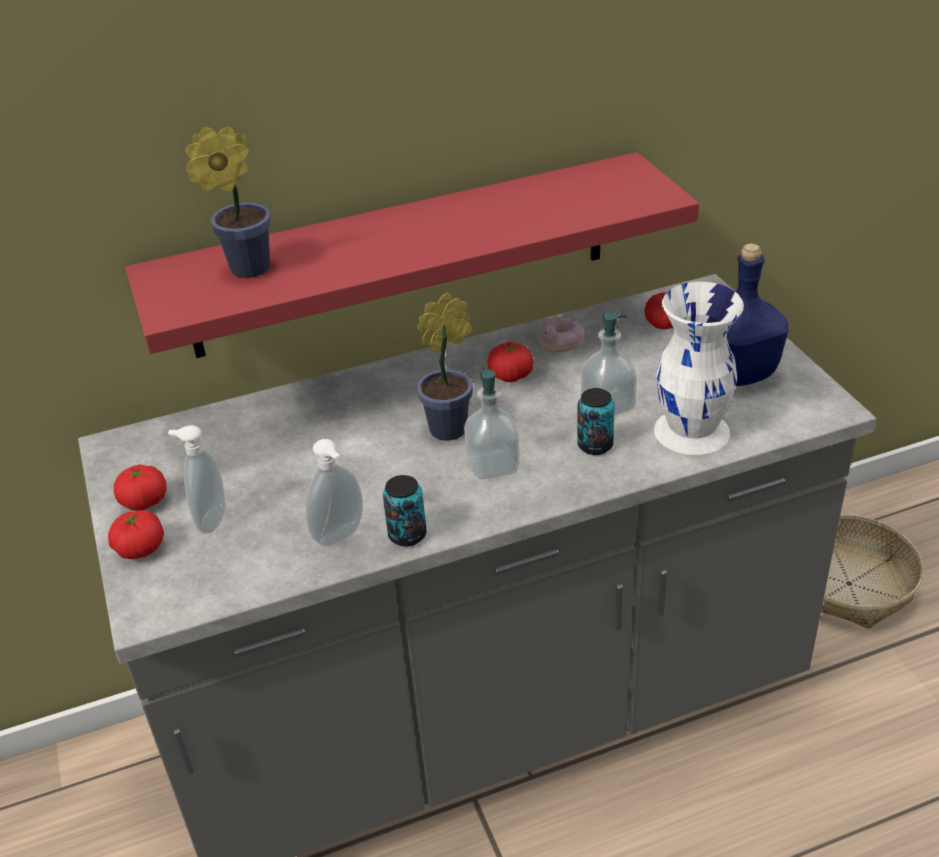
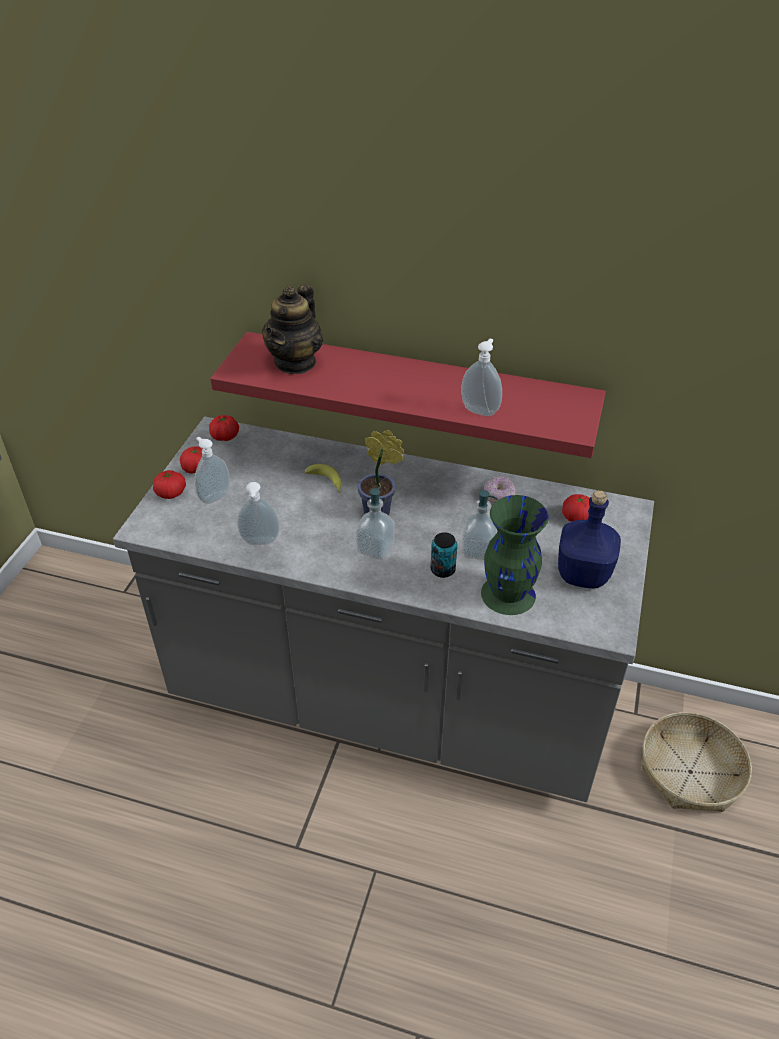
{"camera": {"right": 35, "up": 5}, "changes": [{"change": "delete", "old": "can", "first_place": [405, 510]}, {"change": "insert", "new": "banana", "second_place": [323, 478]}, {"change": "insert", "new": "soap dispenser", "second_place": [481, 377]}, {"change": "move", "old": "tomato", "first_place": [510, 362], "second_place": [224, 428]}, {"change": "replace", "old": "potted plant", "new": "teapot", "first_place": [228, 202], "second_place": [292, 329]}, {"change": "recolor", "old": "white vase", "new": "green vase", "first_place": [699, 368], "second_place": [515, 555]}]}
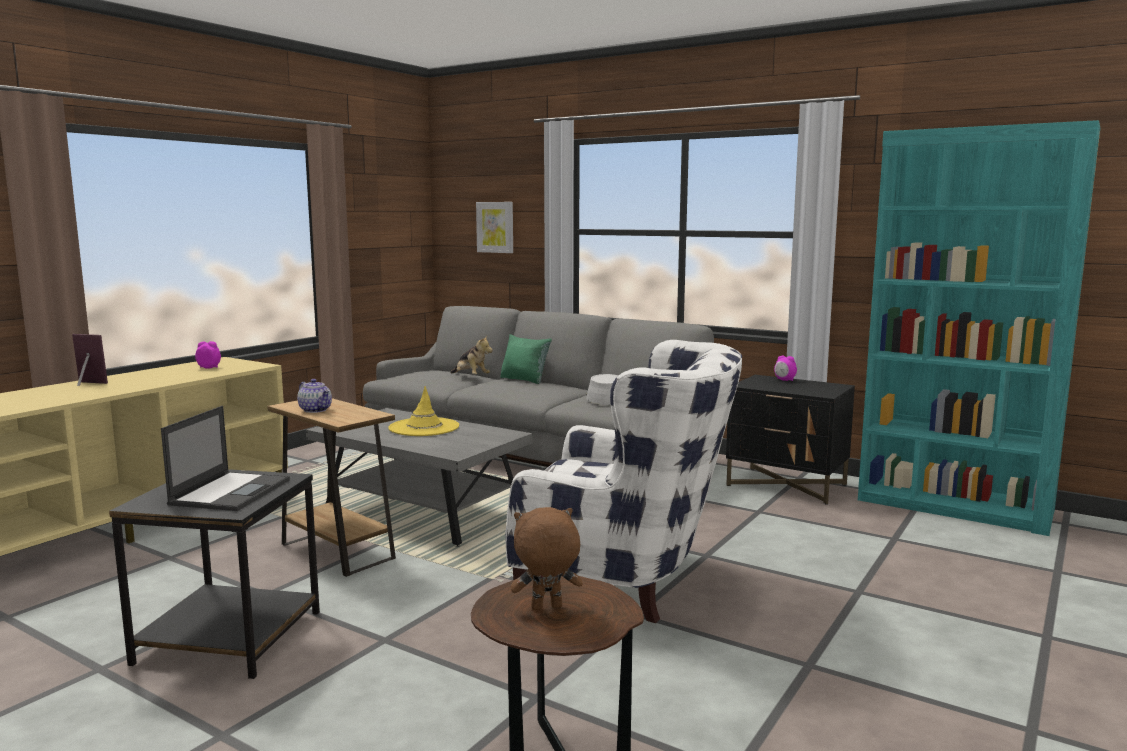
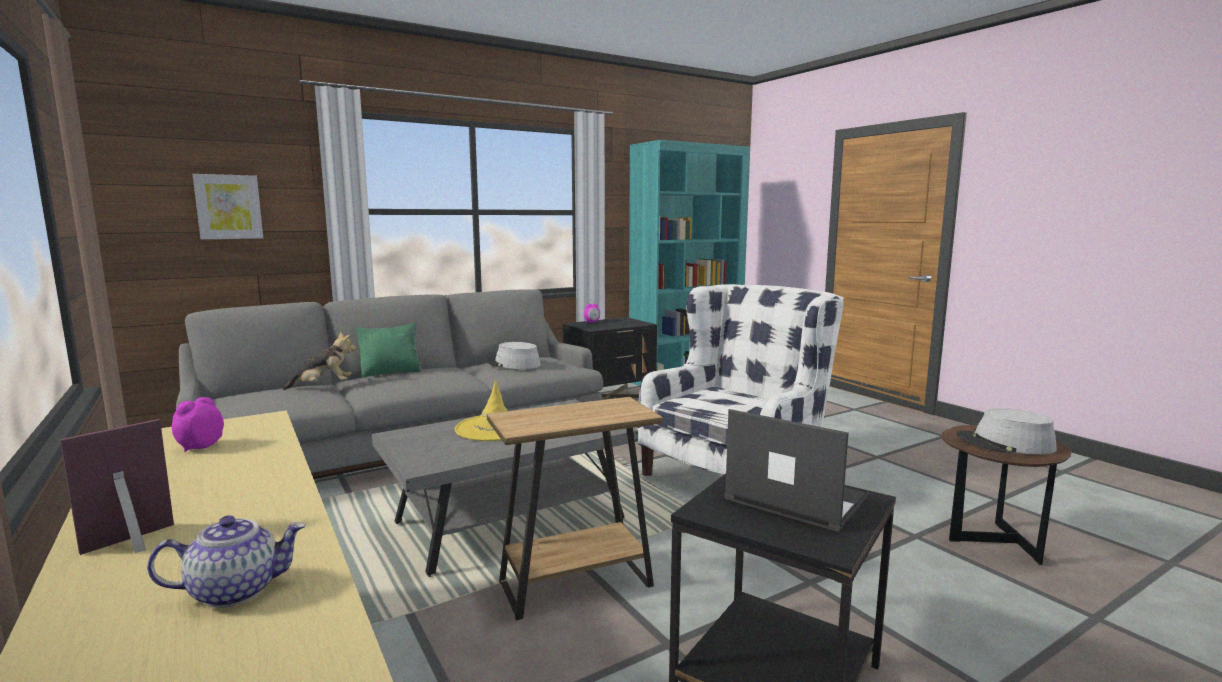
{"camera": {"right": -65, "up": 0}, "changes": [{"change": "move", "old": "teapot", "first_place": [314, 396], "second_place": [226, 561]}, {"change": "replace", "old": "brown plush toy", "new": "grey hat", "first_place": [546, 558], "second_place": [1006, 431]}]}
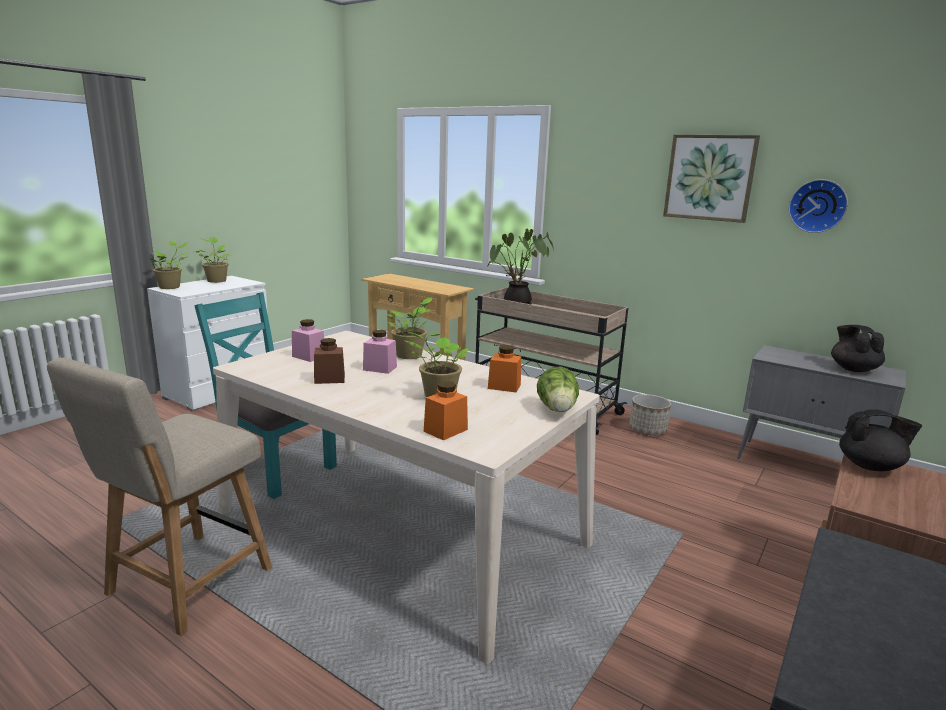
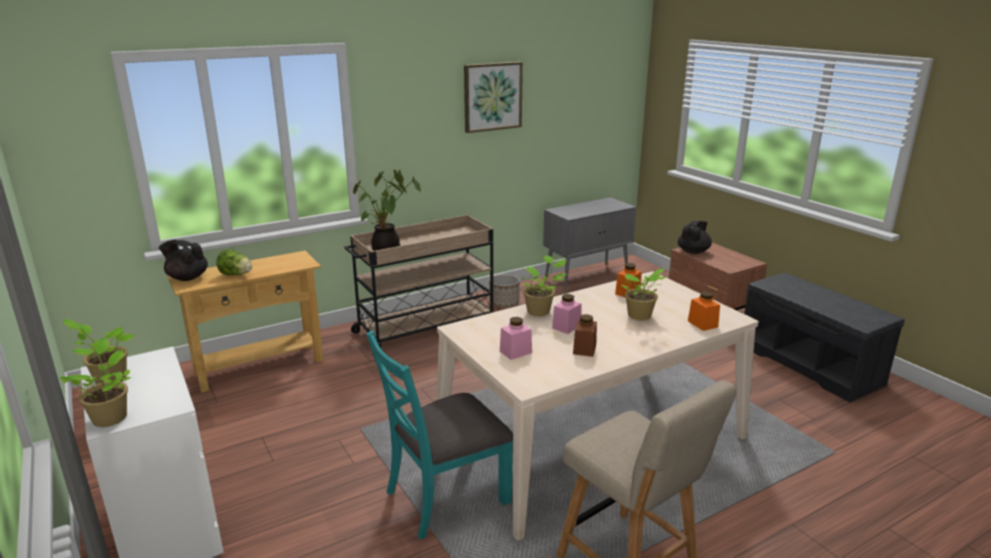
{"camera": {"right": -65, "up": 5}, "changes": [{"change": "delete", "old": "wall clock", "first_place": [818, 206]}, {"change": "move", "old": "lettuce", "first_place": [558, 389], "second_place": [234, 262]}, {"change": "move", "old": "black teapot", "first_place": [858, 348], "second_place": [183, 260]}]}
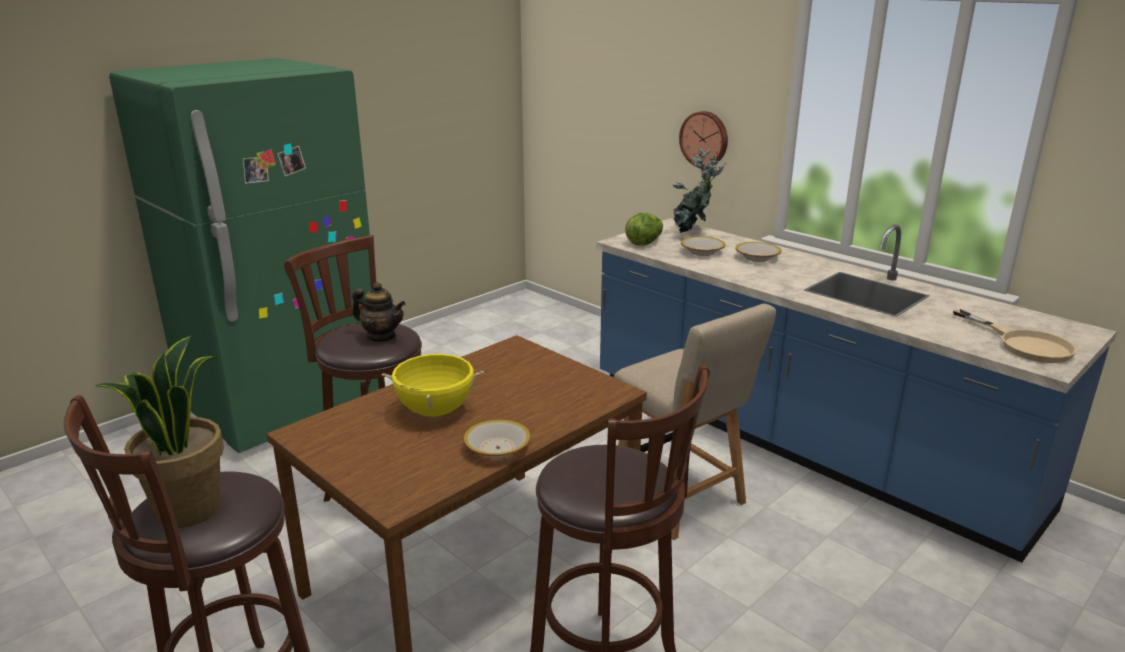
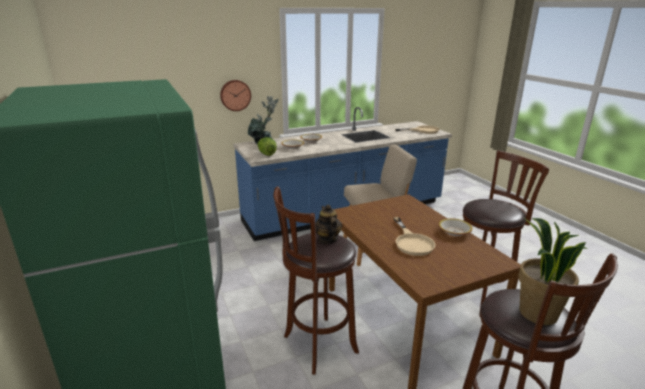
{"camera": {"right": -70, "up": 0}, "changes": [{"change": "replace", "old": "yellow cooking pot", "new": "beige frying pan", "first_place": [433, 384], "second_place": [414, 236]}, {"change": "rotate", "old": "teapot", "first_place": [379, 312], "second_place": [328, 224], "degrees": -60}]}
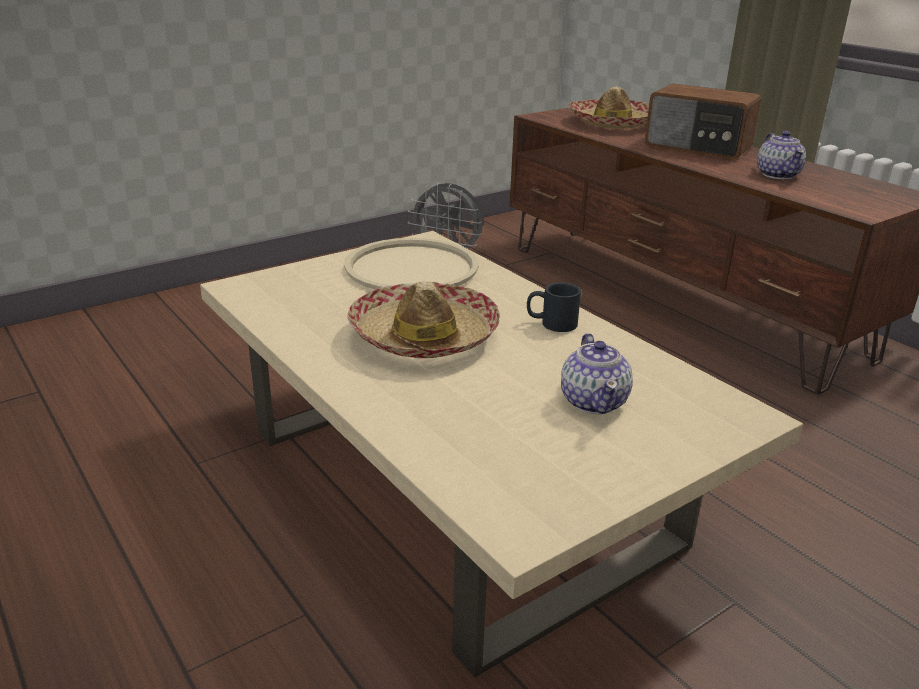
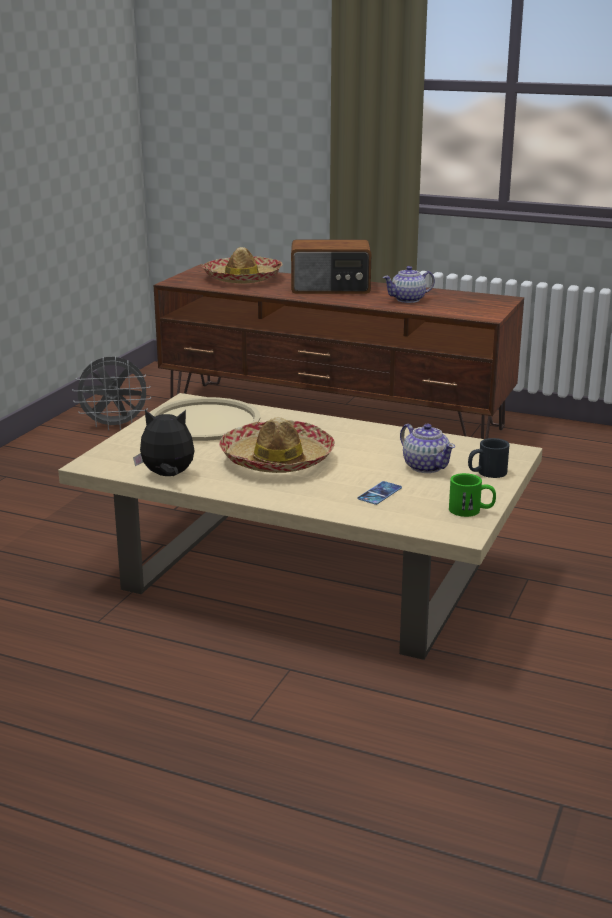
{"camera": {"right": -30, "up": -5}, "changes": [{"change": "insert", "new": "plush toy", "second_place": [164, 443]}, {"change": "insert", "new": "phone", "second_place": [379, 493]}, {"change": "insert", "new": "green mug", "second_place": [472, 495]}, {"change": "move", "old": "black mug", "first_place": [554, 307], "second_place": [488, 458]}, {"change": "rotate", "old": "teapot", "first_place": [781, 155], "second_place": [409, 284], "degrees": 105}]}
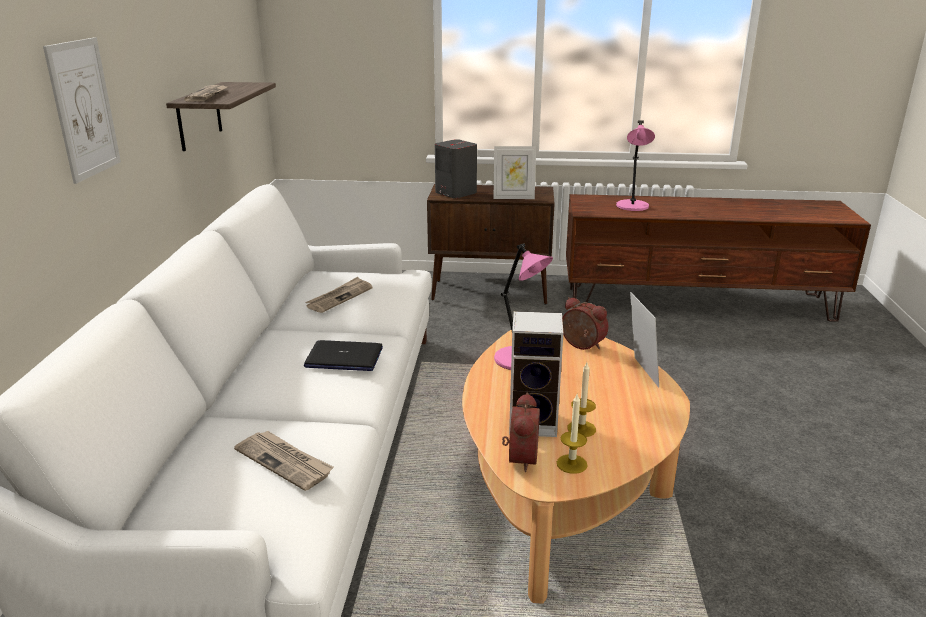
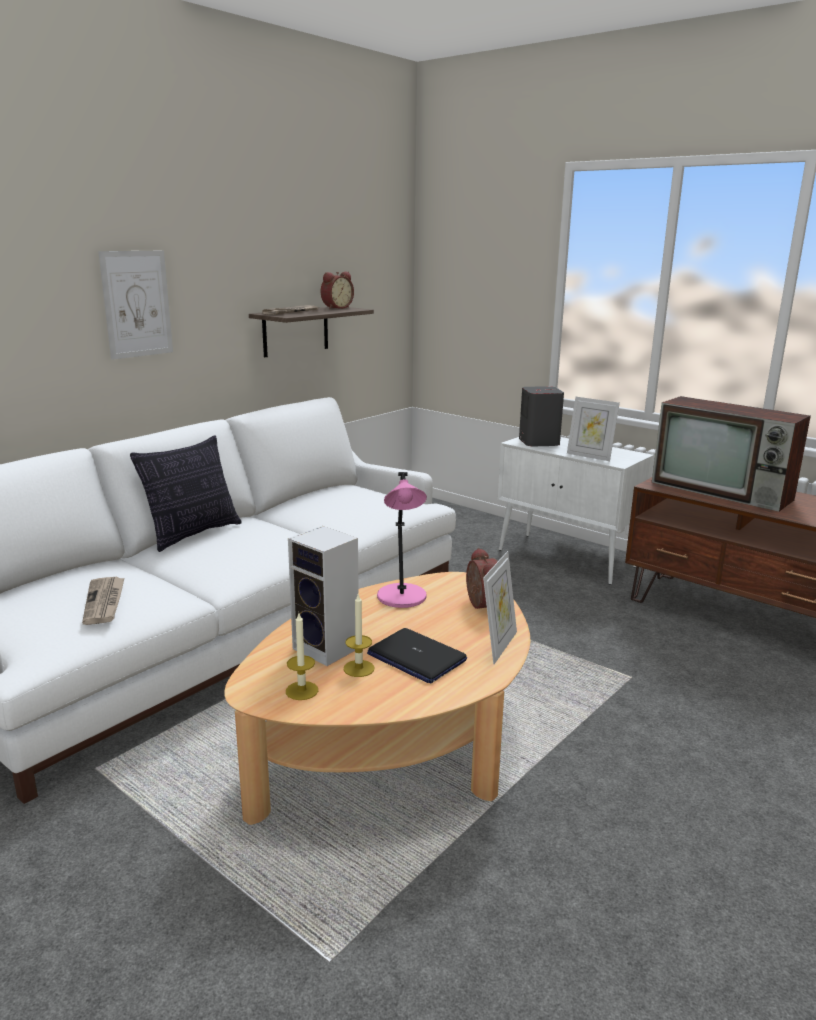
{"camera": {"right": 35, "up": -5}, "changes": [{"change": "delete", "old": "newspaper", "first_place": [339, 295]}, {"change": "insert", "new": "pillow", "second_place": [186, 493]}, {"change": "move", "old": "laptop", "first_place": [343, 355], "second_place": [417, 655]}, {"change": "move", "old": "alarm clock", "first_place": [521, 432], "second_place": [337, 290]}, {"change": "replace", "old": "pink table lamp", "new": "television", "first_place": [635, 165], "second_place": [731, 454]}, {"change": "recolor", "old": "brown cabinet", "new": "white cabinet", "first_place": [491, 244], "second_place": [576, 511]}]}
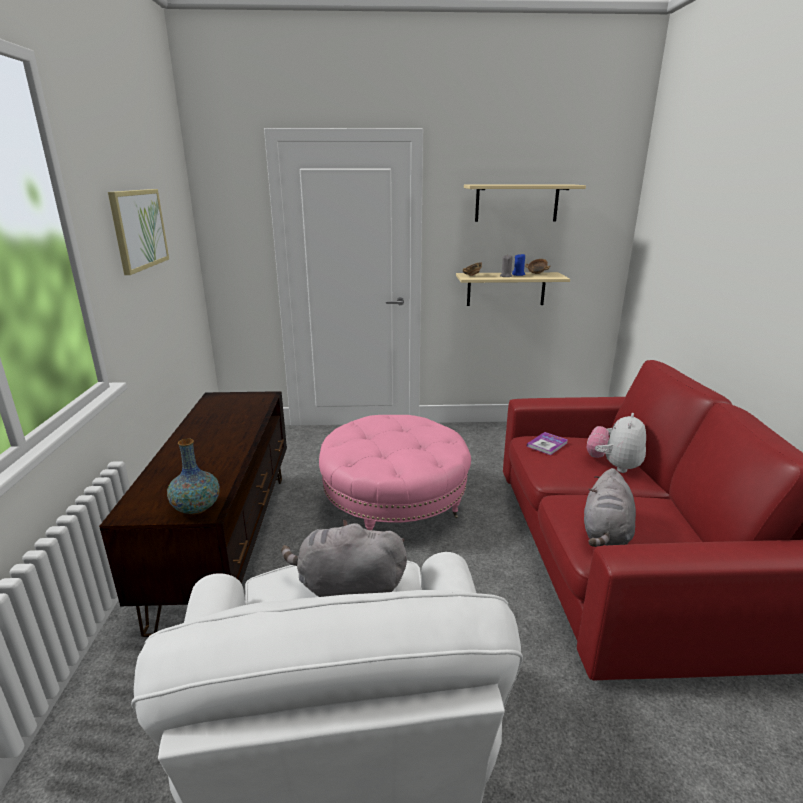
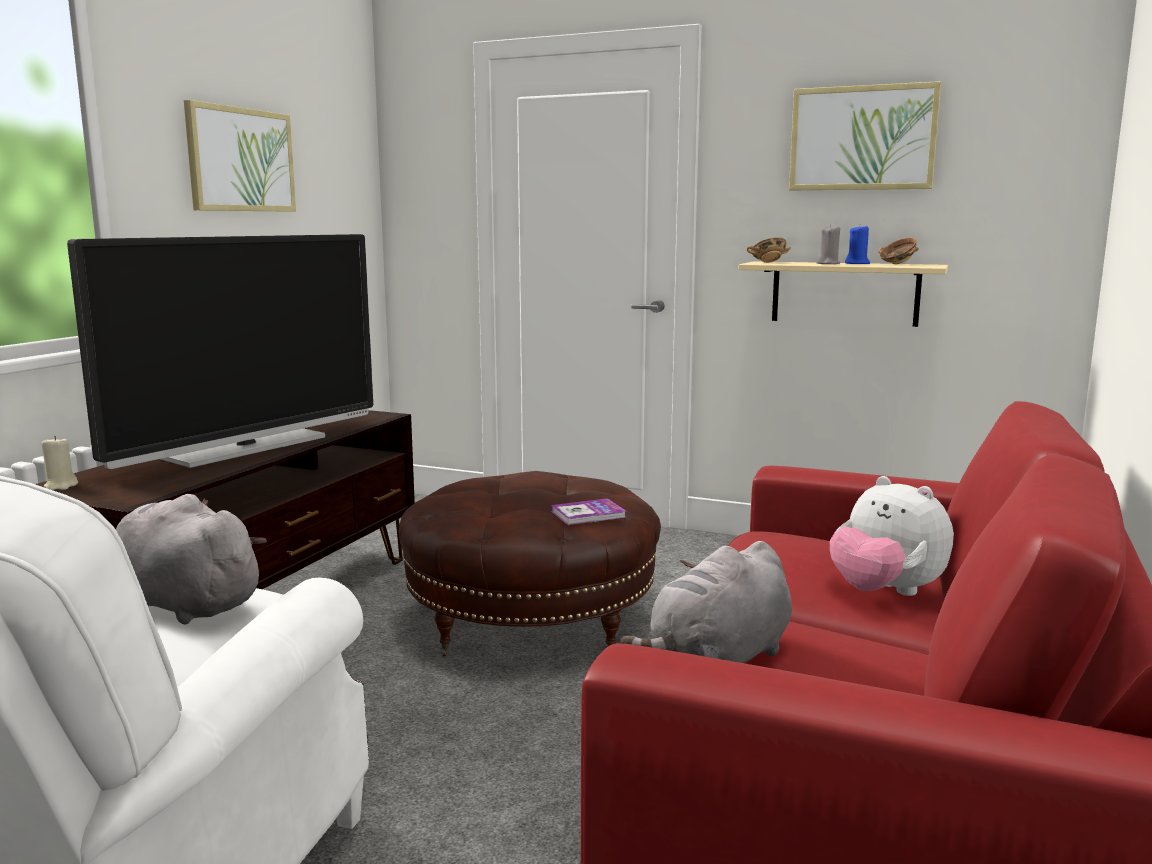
{"camera": {"right": 25, "up": -10}, "changes": [{"change": "delete", "old": "vase", "first_place": [193, 476]}, {"change": "insert", "new": "beige candle", "second_place": [60, 463]}, {"change": "insert", "new": "television", "second_place": [220, 351]}, {"change": "move", "old": "book", "first_place": [547, 443], "second_place": [589, 511]}, {"change": "replace", "old": "beige shelf", "new": "picture", "first_place": [525, 203], "second_place": [865, 135]}, {"change": "recolor", "old": "pink ottoman", "new": "brown ottoman", "first_place": [395, 472], "second_place": [530, 563]}, {"change": "rotate", "old": "plush toy", "first_place": [616, 443], "second_place": [892, 536], "degrees": -90}]}
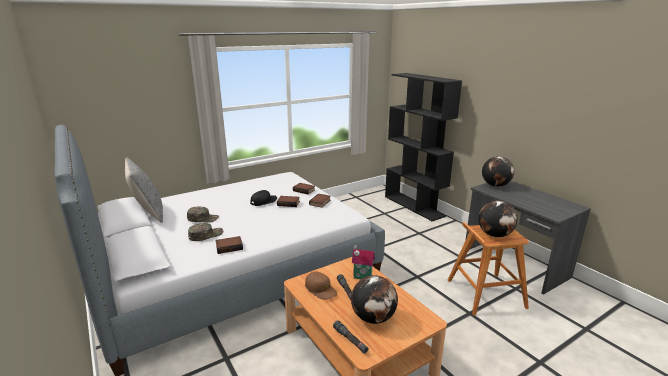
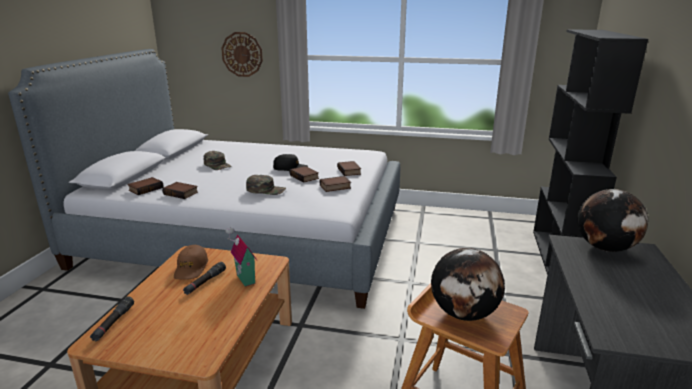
{"camera": {"right": 45, "up": 0}, "changes": [{"change": "delete", "old": "grey pillow", "first_place": [144, 190]}, {"change": "delete", "old": "globe", "first_place": [374, 299]}, {"change": "insert", "new": "book", "second_place": [145, 186]}, {"change": "insert", "new": "wall clock", "second_place": [242, 54]}, {"change": "move", "old": "green cap", "first_place": [205, 232], "second_place": [266, 185]}]}
